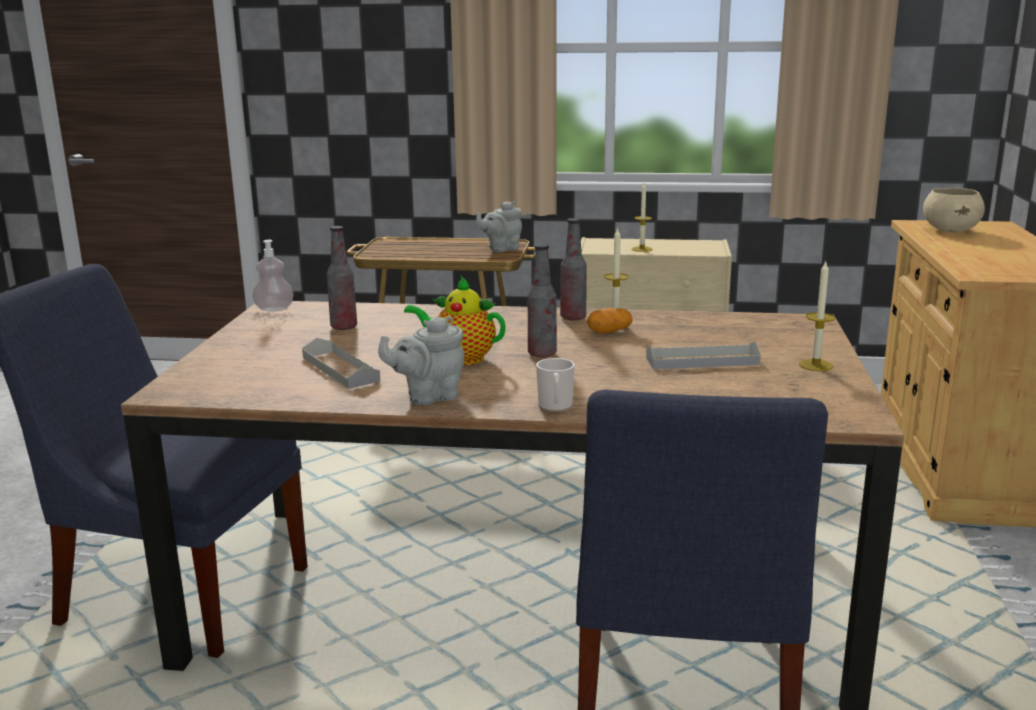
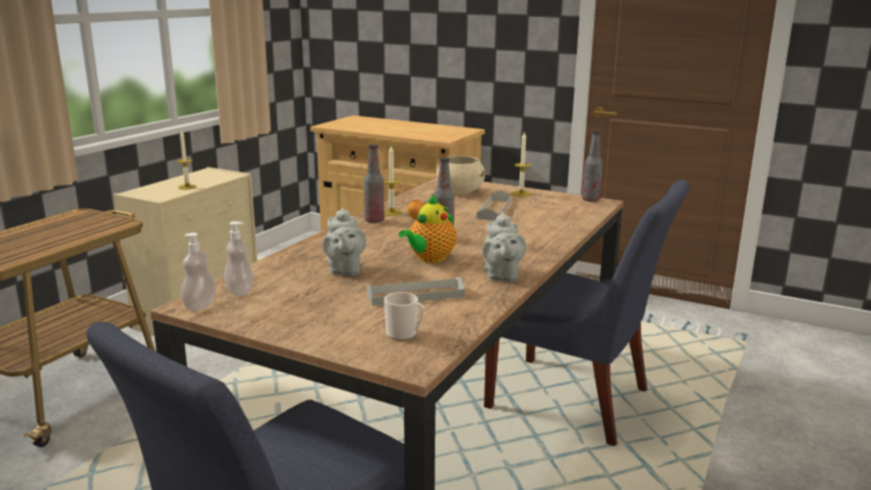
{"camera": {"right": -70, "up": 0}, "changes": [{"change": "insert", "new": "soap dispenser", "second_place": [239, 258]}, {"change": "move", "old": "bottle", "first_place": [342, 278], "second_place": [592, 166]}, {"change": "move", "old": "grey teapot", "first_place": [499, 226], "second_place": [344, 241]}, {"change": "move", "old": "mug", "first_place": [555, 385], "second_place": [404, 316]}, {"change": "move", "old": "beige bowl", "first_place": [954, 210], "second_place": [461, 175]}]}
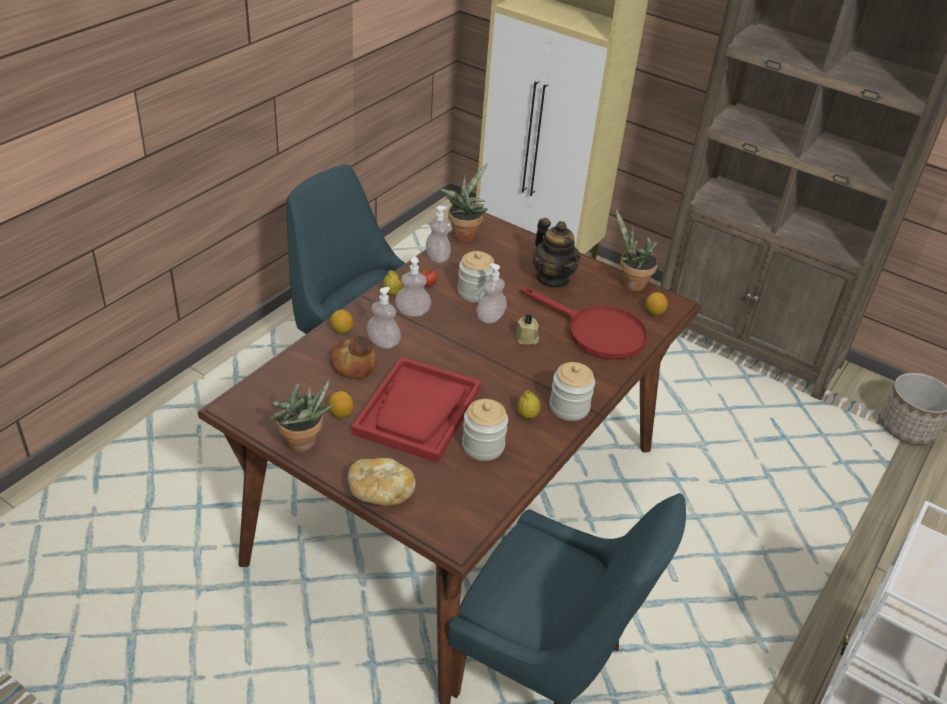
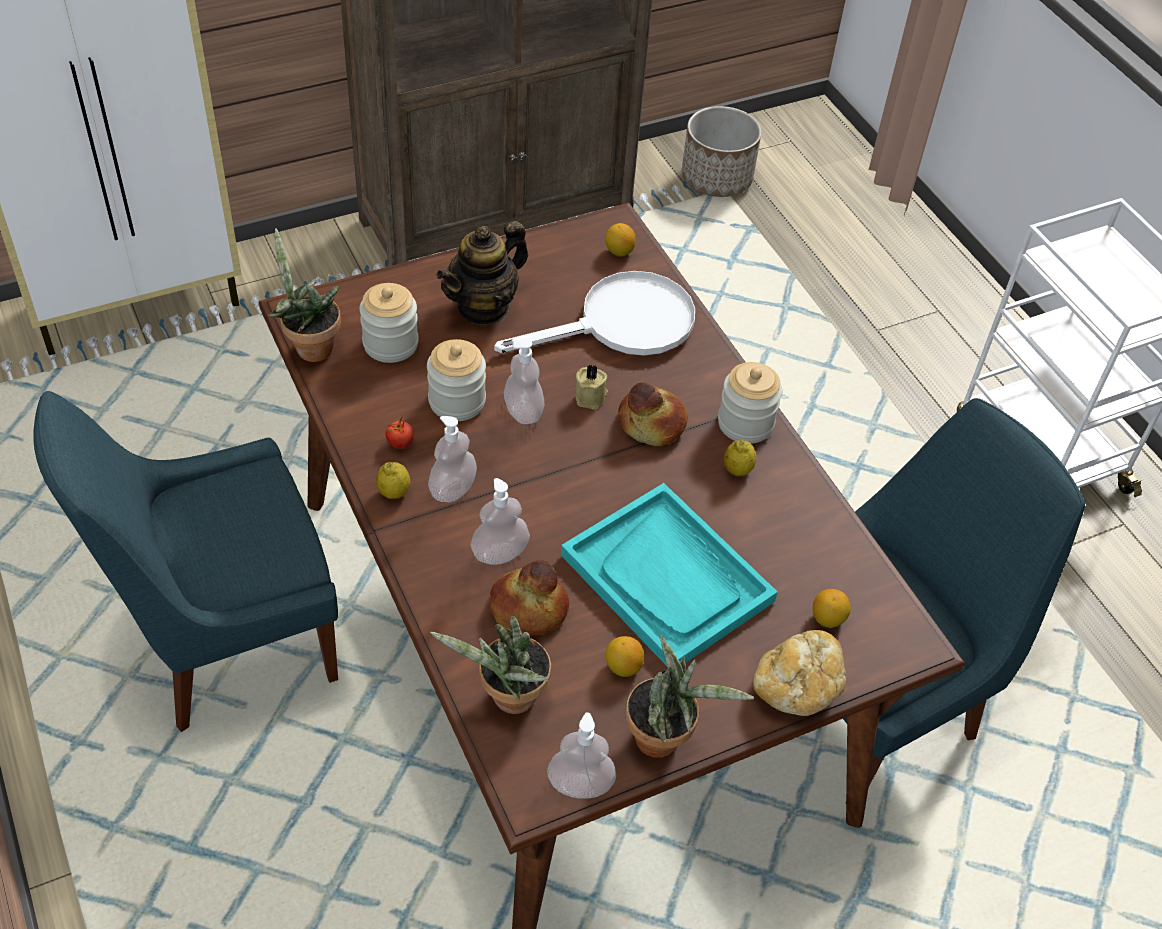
{"camera": {"right": -60, "up": 10}, "changes": [{"change": "insert", "new": "bread", "second_place": [653, 414]}, {"change": "move", "old": "lemon", "first_place": [341, 322], "second_place": [832, 608]}, {"change": "move", "old": "soap dispenser", "first_place": [438, 234], "second_place": [581, 755]}, {"change": "move", "old": "jar", "first_place": [485, 430], "second_place": [389, 323]}, {"change": "move", "old": "potted plant", "first_place": [636, 250], "second_place": [490, 665]}, {"change": "recolor", "old": "red tray", "new": "turquoise tray", "first_place": [416, 410], "second_place": [669, 574]}, {"change": "recolor", "old": "red frying pan", "new": "white frying pan", "first_place": [584, 323], "second_place": [594, 313]}, {"change": "rotate", "old": "teapot", "first_place": [557, 253], "second_place": [482, 273], "degrees": 135}]}
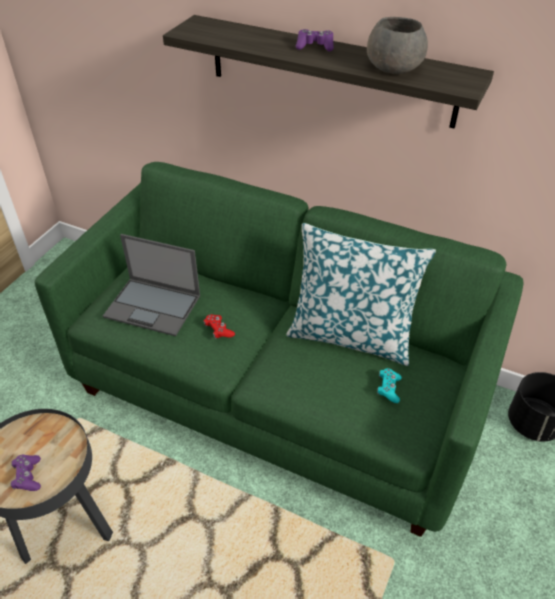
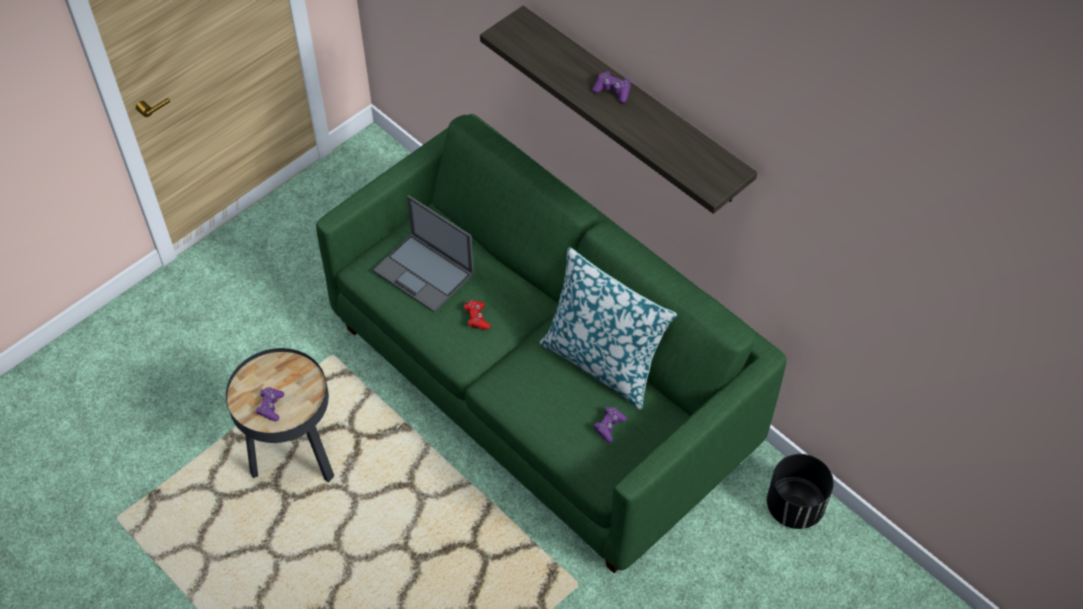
{"camera": {"right": 20, "up": 10}, "changes": [{"change": "delete", "old": "grey bowl", "first_place": [397, 45]}, {"change": "recolor", "old": "turquoise game controller", "new": "purple game controller", "first_place": [389, 385], "second_place": [610, 425]}]}
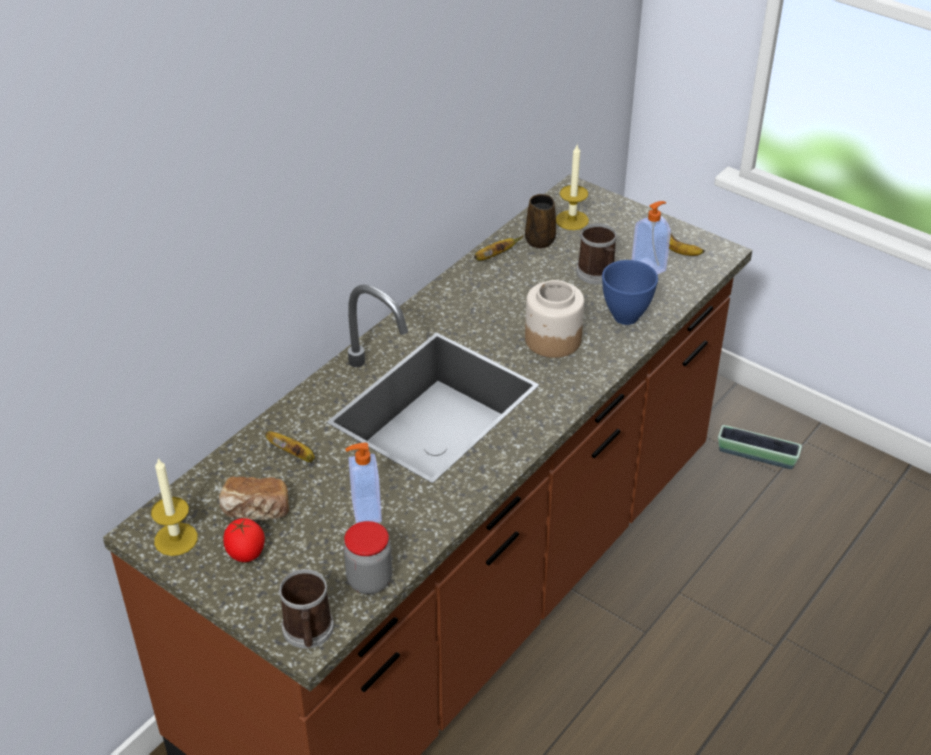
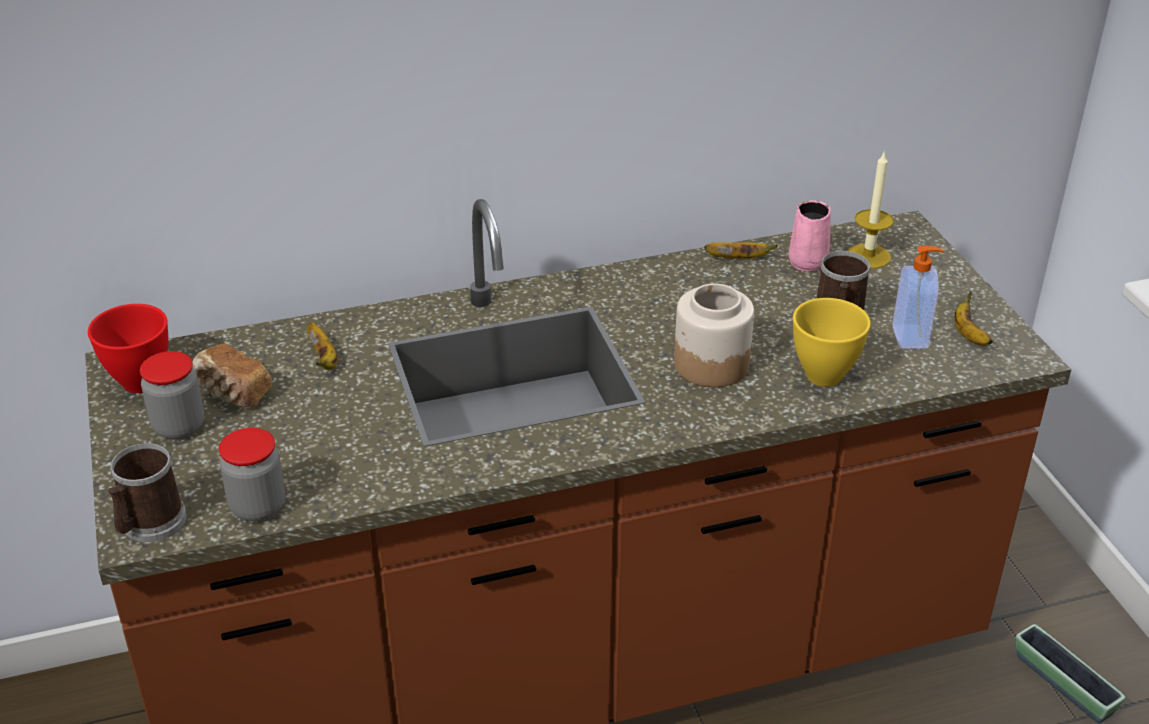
{"camera": {"right": 35, "up": -5}, "changes": [{"change": "delete", "old": "soap dispenser", "first_place": [364, 483]}, {"change": "replace", "old": "candle", "new": "red bowl", "first_place": [174, 507], "second_place": [128, 348]}, {"change": "replace", "old": "tomato", "new": "jar", "first_place": [244, 540], "second_place": [172, 395]}, {"change": "recolor", "old": "brown mug", "new": "pink mug", "first_place": [540, 221], "second_place": [810, 236]}, {"change": "recolor", "old": "blue bowl", "new": "yellow bowl", "first_place": [630, 292], "second_place": [832, 342]}]}
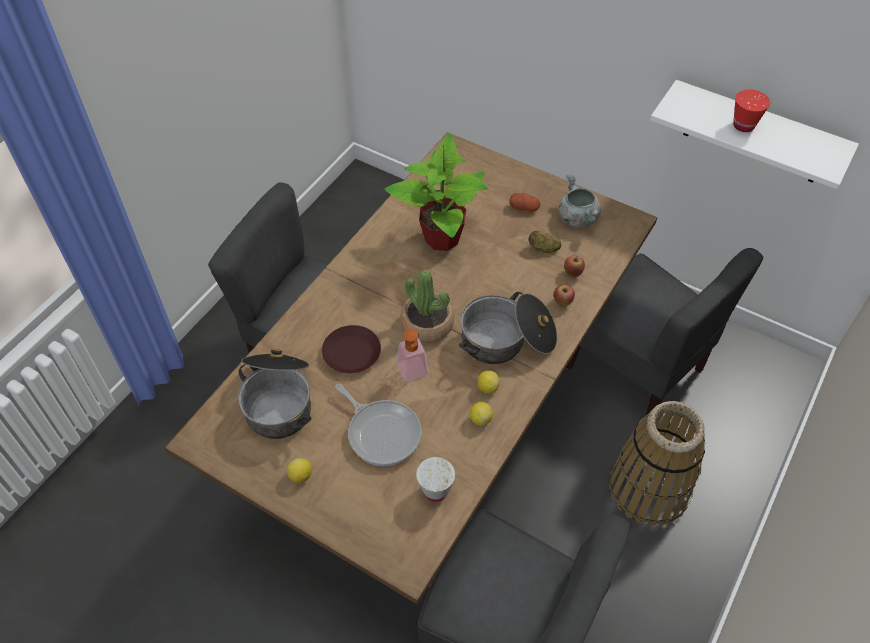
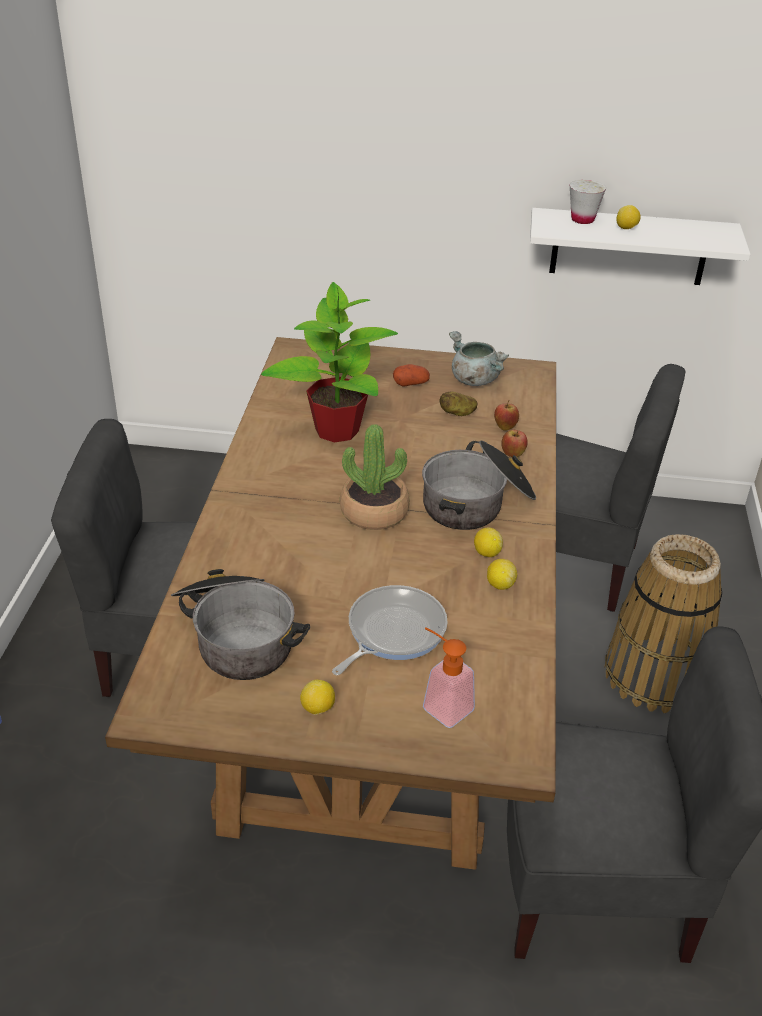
{"camera": {"right": -25, "up": -15}, "changes": [{"change": "delete", "old": "brown plate", "first_place": [351, 349]}, {"change": "move", "old": "soap dispenser", "first_place": [412, 348], "second_place": [449, 677]}, {"change": "move", "old": "white cup", "first_place": [435, 479], "second_place": [588, 201]}, {"change": "replace", "old": "red cup", "new": "lemon", "first_place": [751, 111], "second_place": [628, 217]}, {"change": "rotate", "old": "frying pan", "first_place": [378, 425], "second_place": [390, 630], "degrees": -75}]}
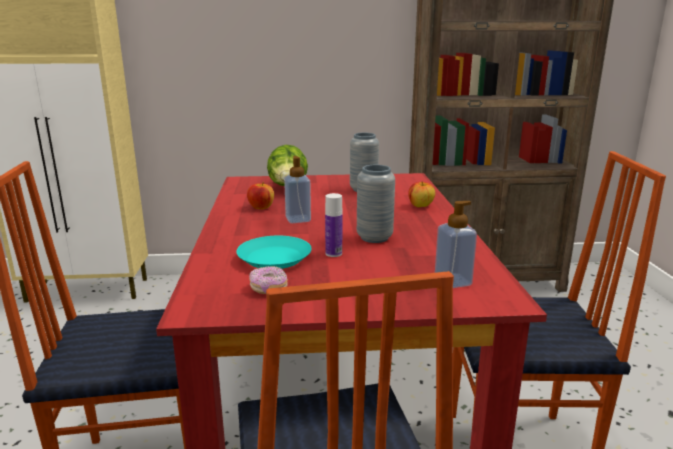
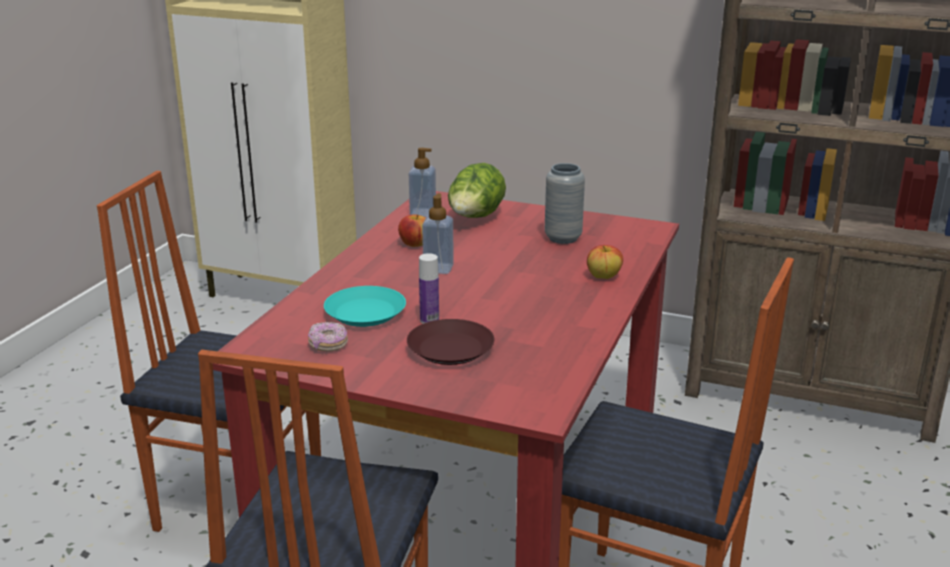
{"camera": {"right": 25, "up": 5}, "changes": [{"change": "delete", "old": "grey vase", "first_place": [376, 204]}, {"change": "insert", "new": "brown plate", "second_place": [450, 342]}, {"change": "move", "old": "soap dispenser", "first_place": [456, 244], "second_place": [422, 182]}]}
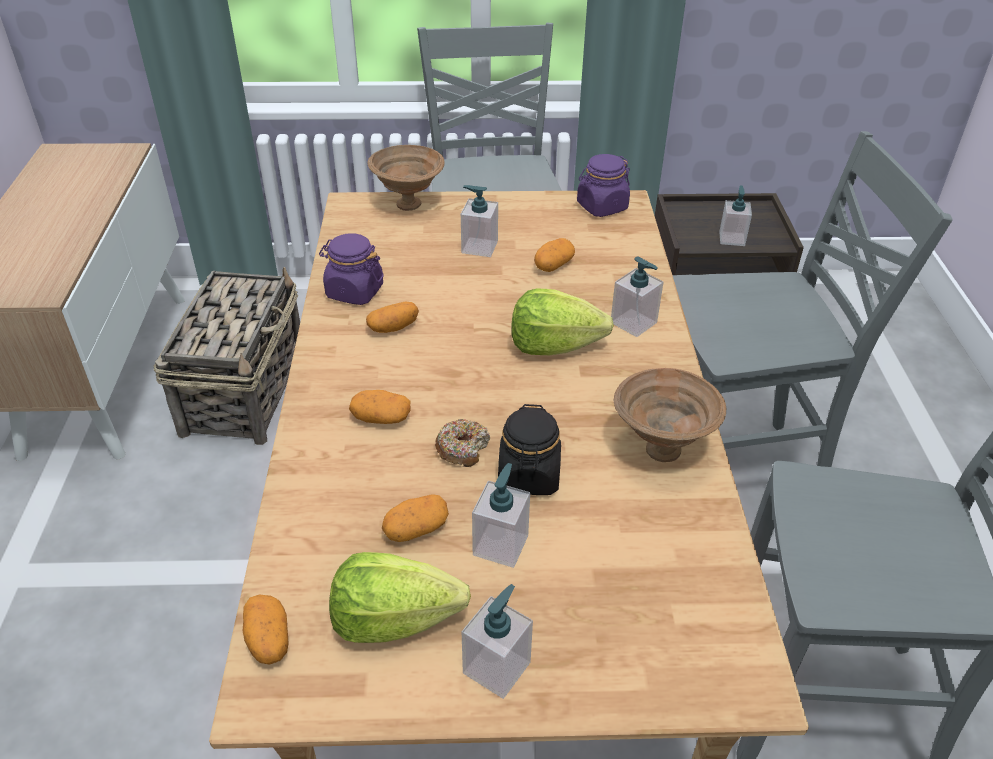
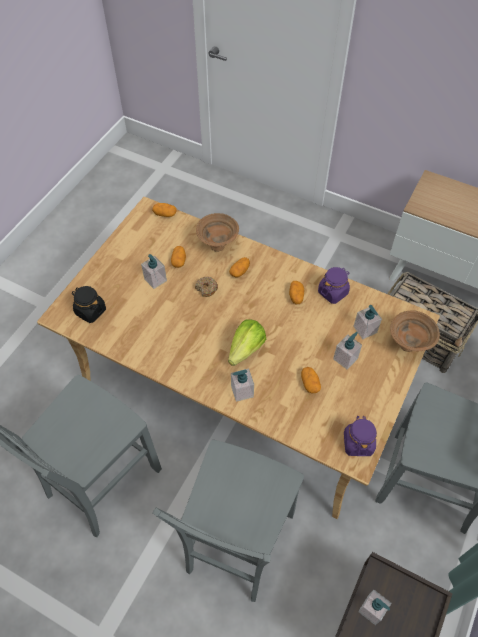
{"camera": {"right": 120, "up": 15}, "changes": [{"change": "delete", "old": "lettuce", "first_place": [400, 597]}, {"change": "move", "old": "soap dispenser", "first_place": [497, 641], "second_place": [367, 322]}, {"change": "move", "old": "black jar", "first_place": [529, 449], "second_place": [89, 304]}, {"change": "move", "old": "brown bowl", "first_place": [670, 415], "second_place": [217, 232]}]}
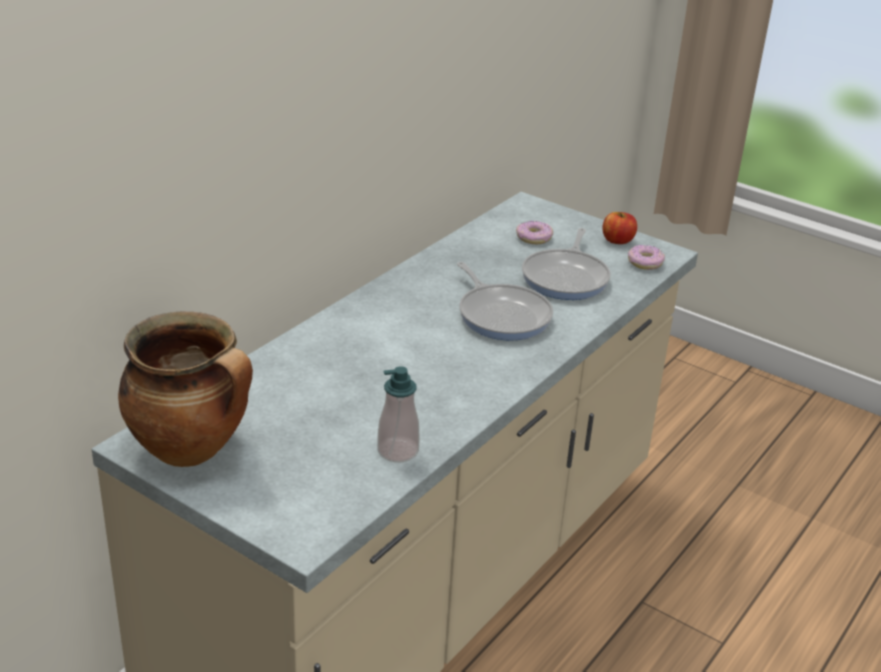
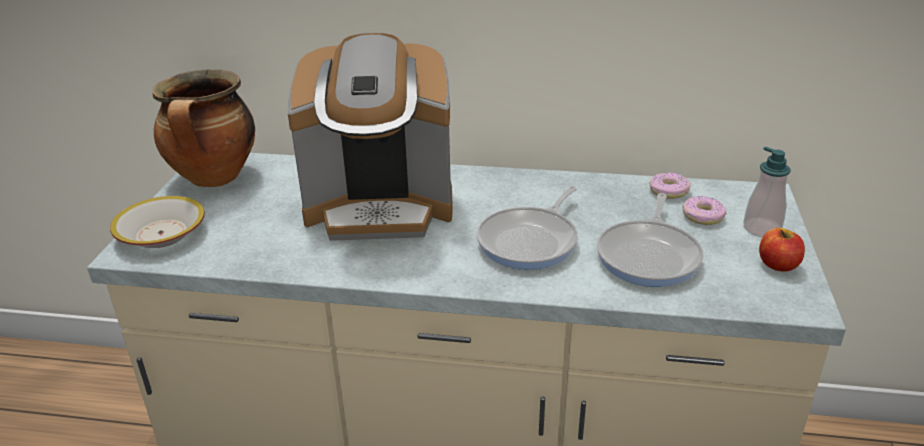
{"camera": {"right": 65, "up": 0}, "changes": [{"change": "insert", "new": "bowl", "second_place": [157, 222]}, {"change": "insert", "new": "coffee machine", "second_place": [370, 137]}, {"change": "move", "old": "soap dispenser", "first_place": [398, 414], "second_place": [767, 192]}, {"change": "move", "old": "donut", "first_place": [646, 257], "second_place": [670, 185]}, {"change": "rotate", "old": "frying pan", "first_place": [566, 264], "second_place": [650, 240], "degrees": -60}]}
